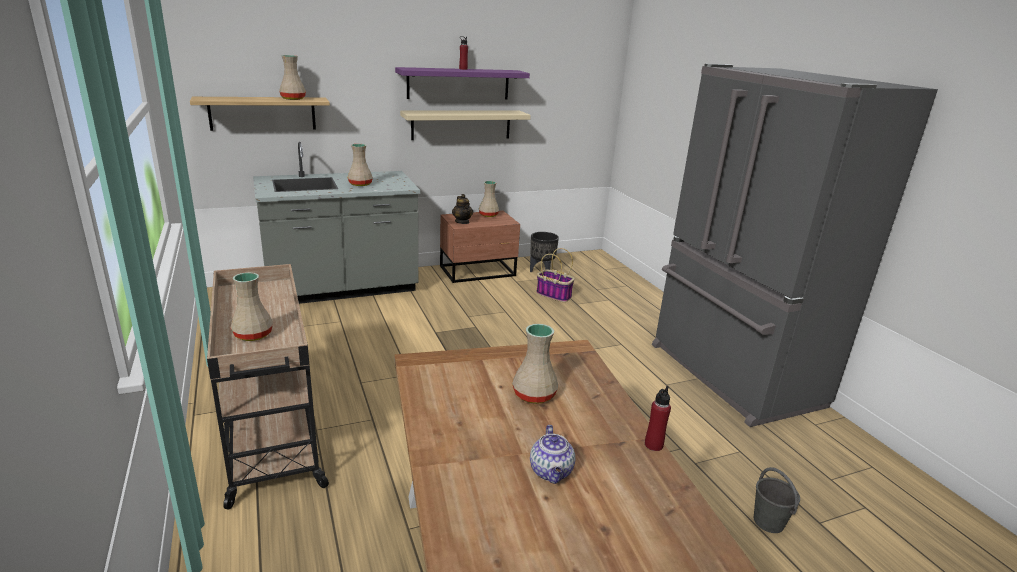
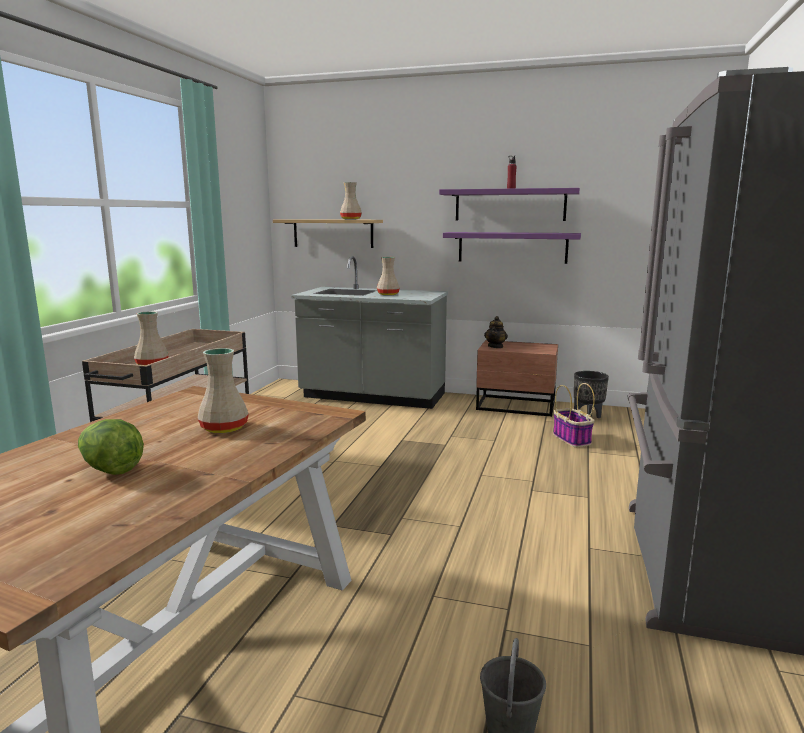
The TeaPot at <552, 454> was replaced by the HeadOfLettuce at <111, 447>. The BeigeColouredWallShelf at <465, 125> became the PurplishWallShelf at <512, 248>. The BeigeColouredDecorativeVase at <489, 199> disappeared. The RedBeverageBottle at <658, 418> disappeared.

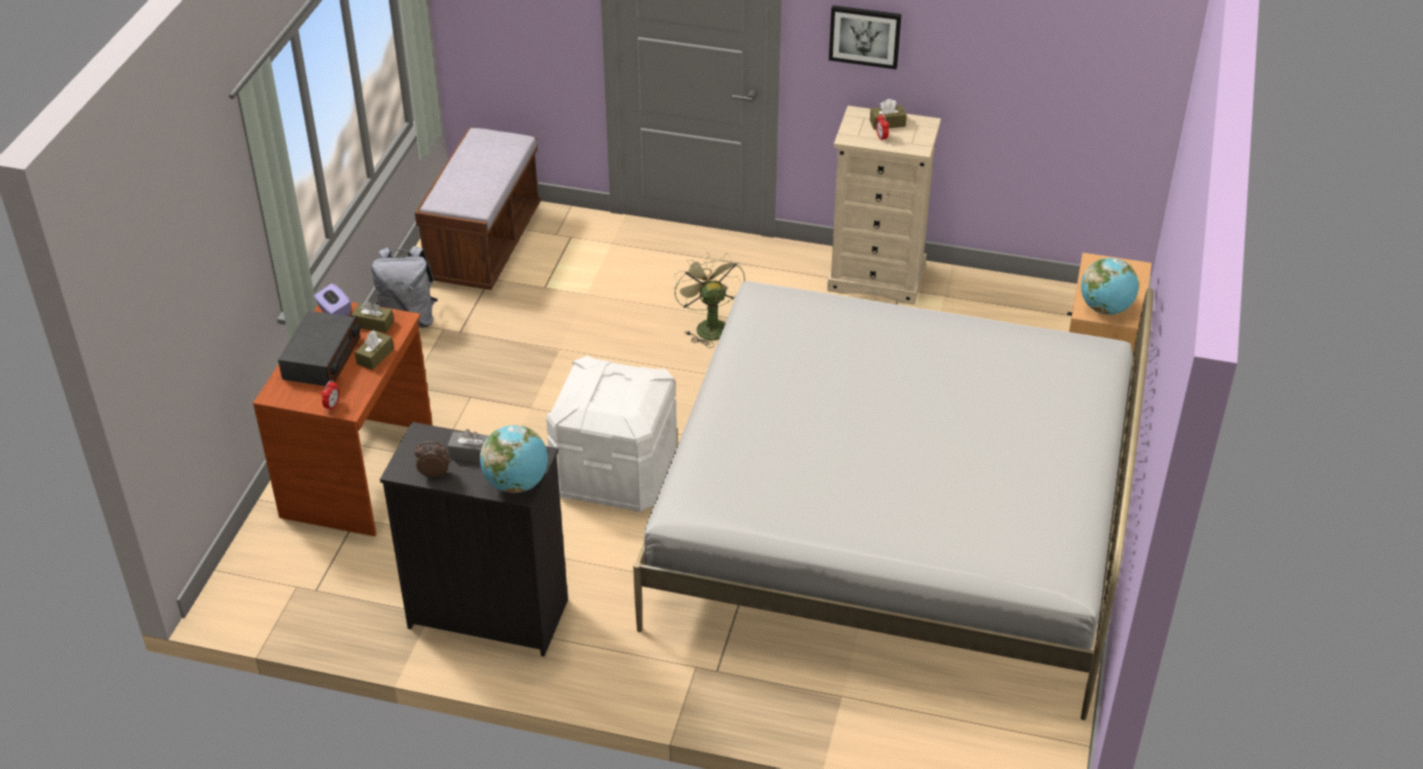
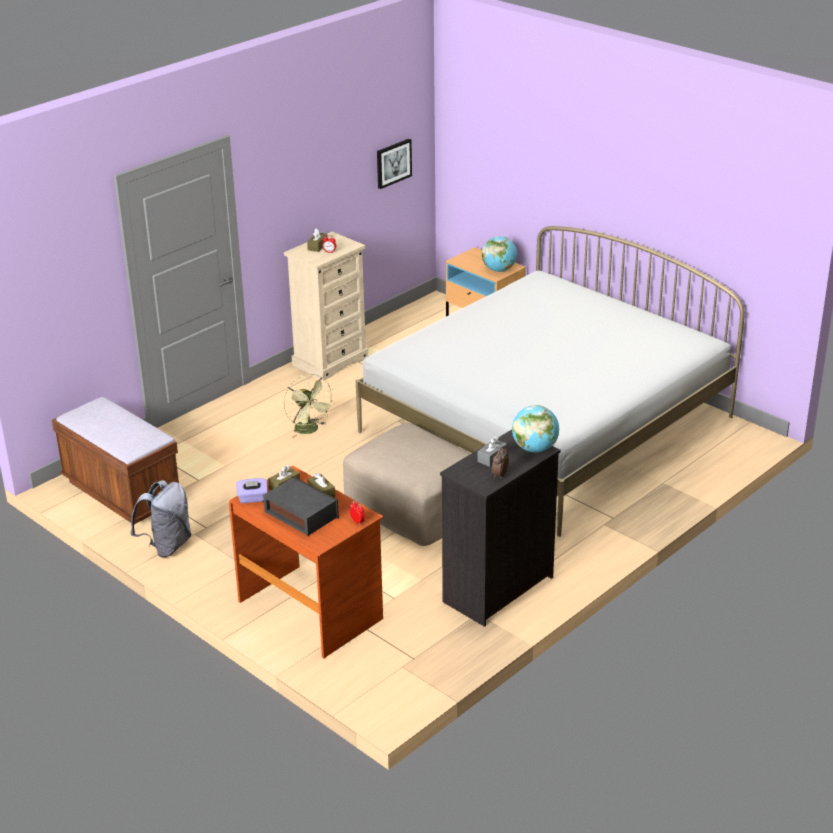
The GreenishElectricFan at <709, 300> turned 135 degrees counterclockwise. The WhiteStorageBox at <611, 434> was replaced by the BeigeColouredFootrest at <407, 484>. The Picture moved from <865, 37> to <394, 164>.

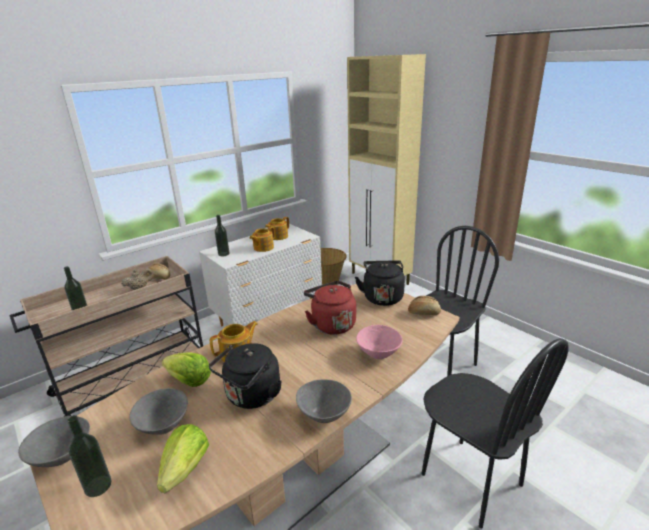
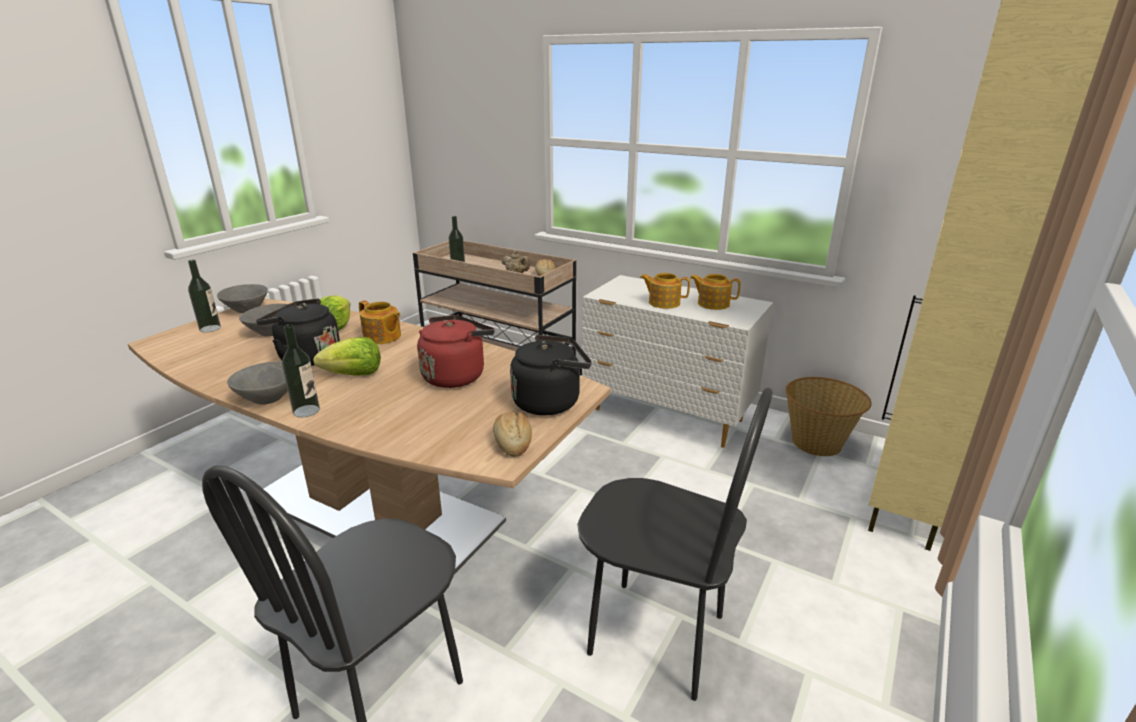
The BeverageBottle moved from <222, 235> to <301, 370>. The HeadOfLettuce moved from <183, 458> to <347, 356>. The PinkishDeepDish at <379, 342> disappeared.

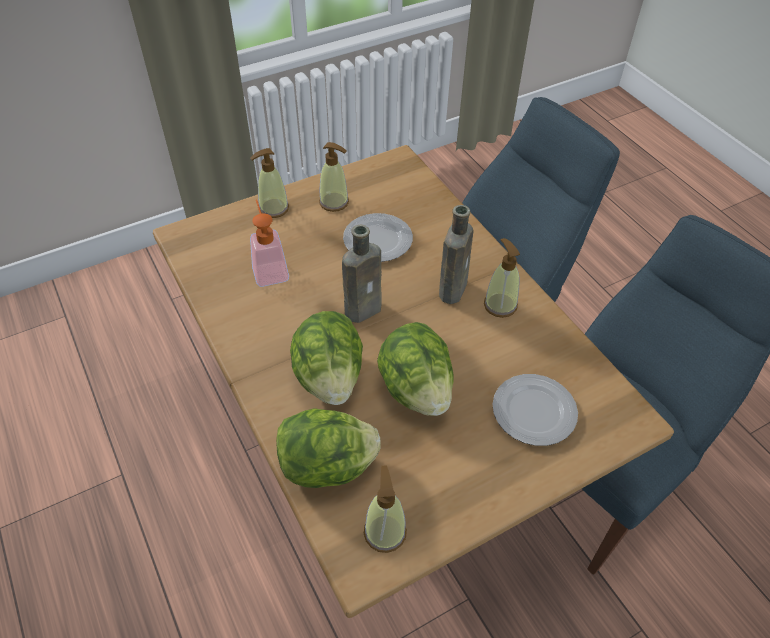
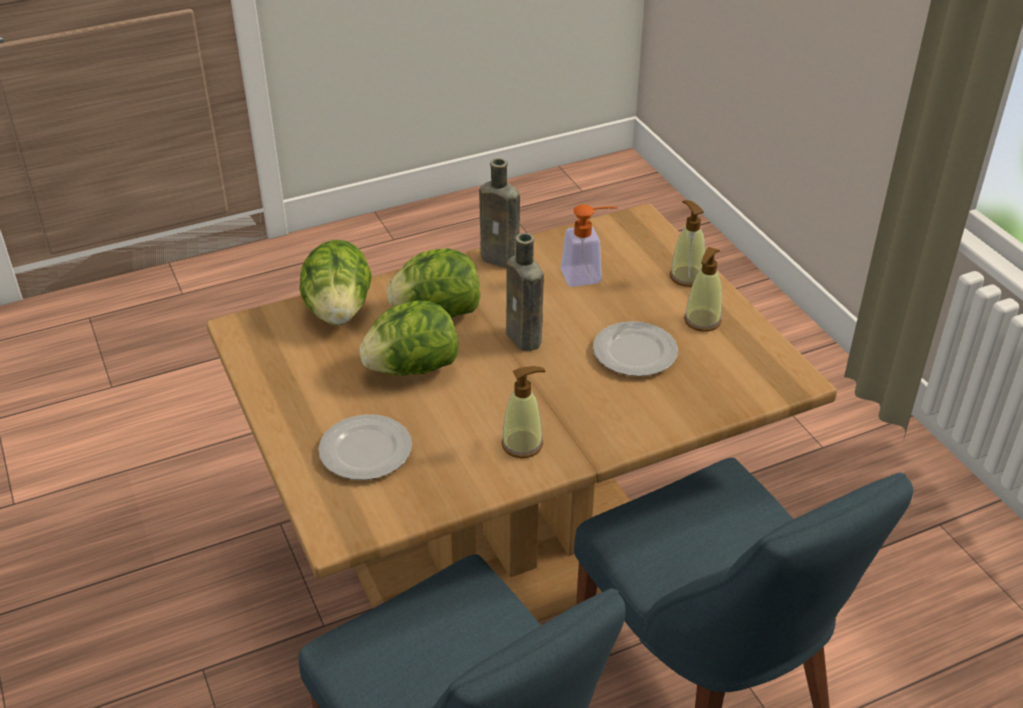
The BrownColouredBeverageBottle moved from <456, 254> to <499, 213>. The LiquidSoapBottle at <385, 509> disappeared.

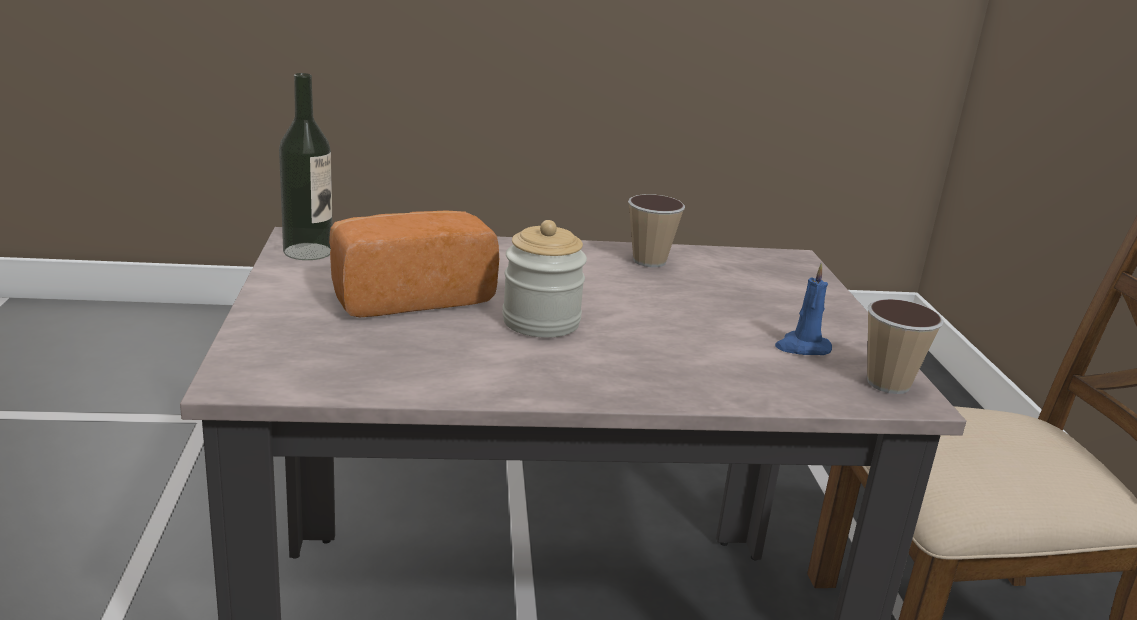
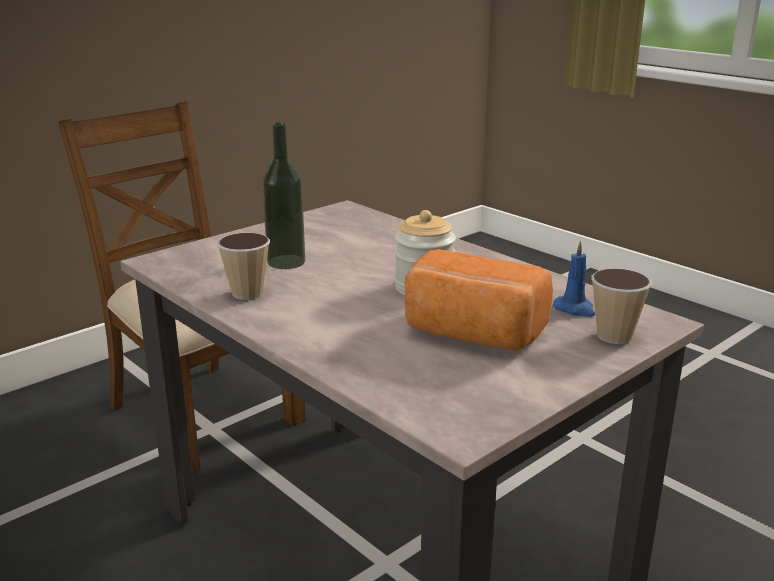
The BeverageBottle moved from <305, 166> to <283, 195>. The BlueWaxCandle moved from <803, 309> to <574, 279>. The SmallCup moved from <905, 346> to <622, 306>.

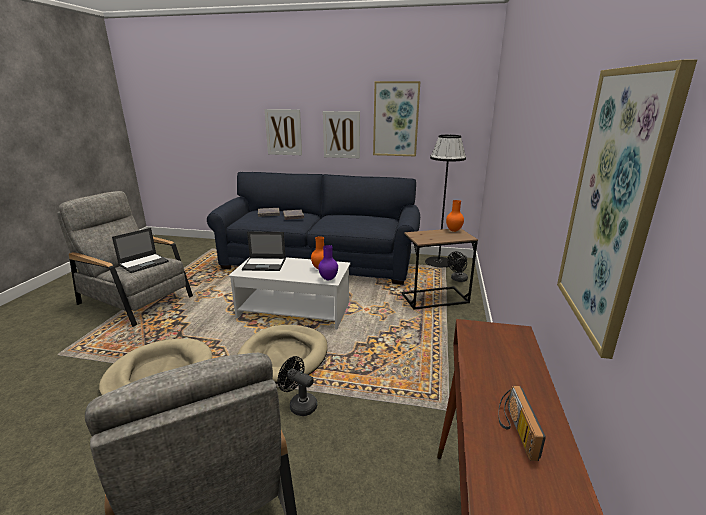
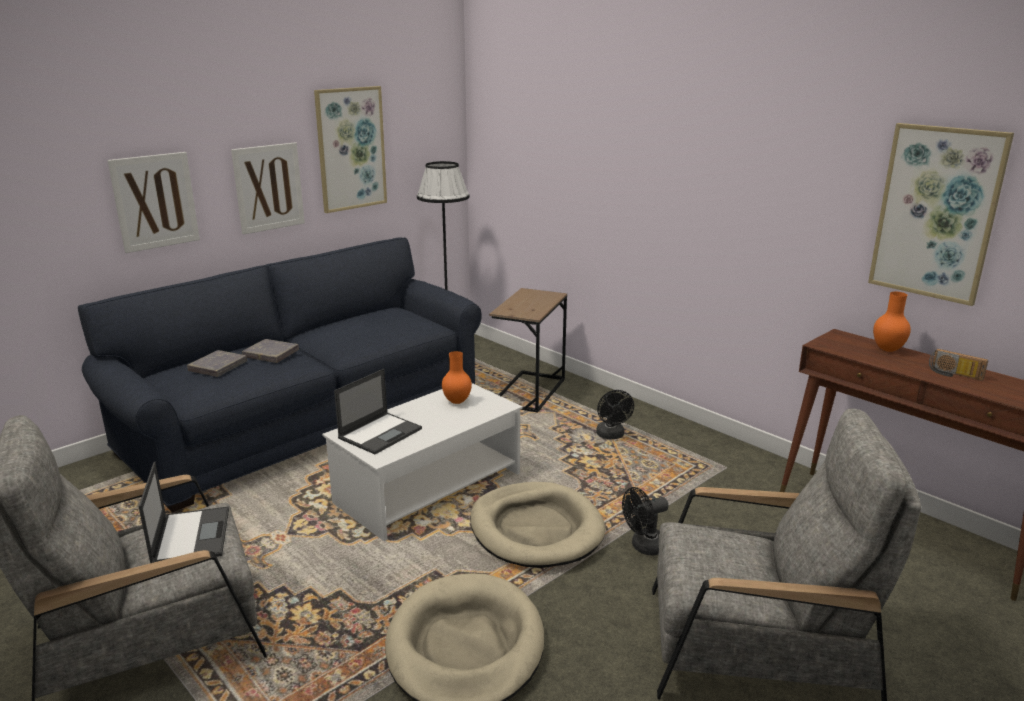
The BlackColouredElectricFan moved from <457, 267> to <615, 414>. The OrangeDecorativeVase moved from <455, 216> to <892, 322>. The PurplishDecorativeVase at <328, 262> disappeared.

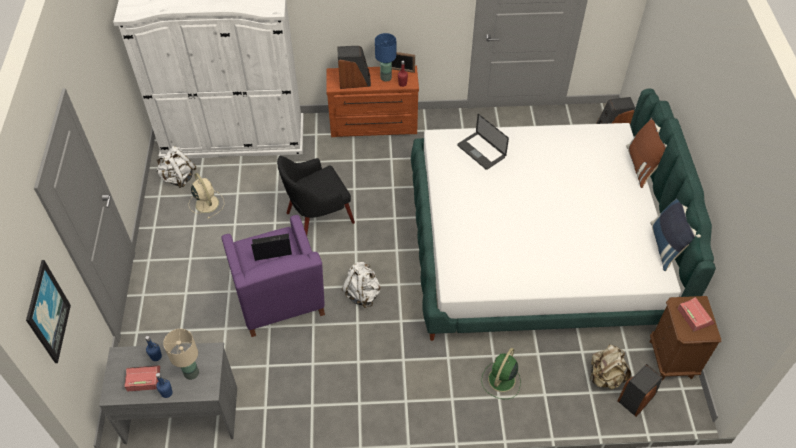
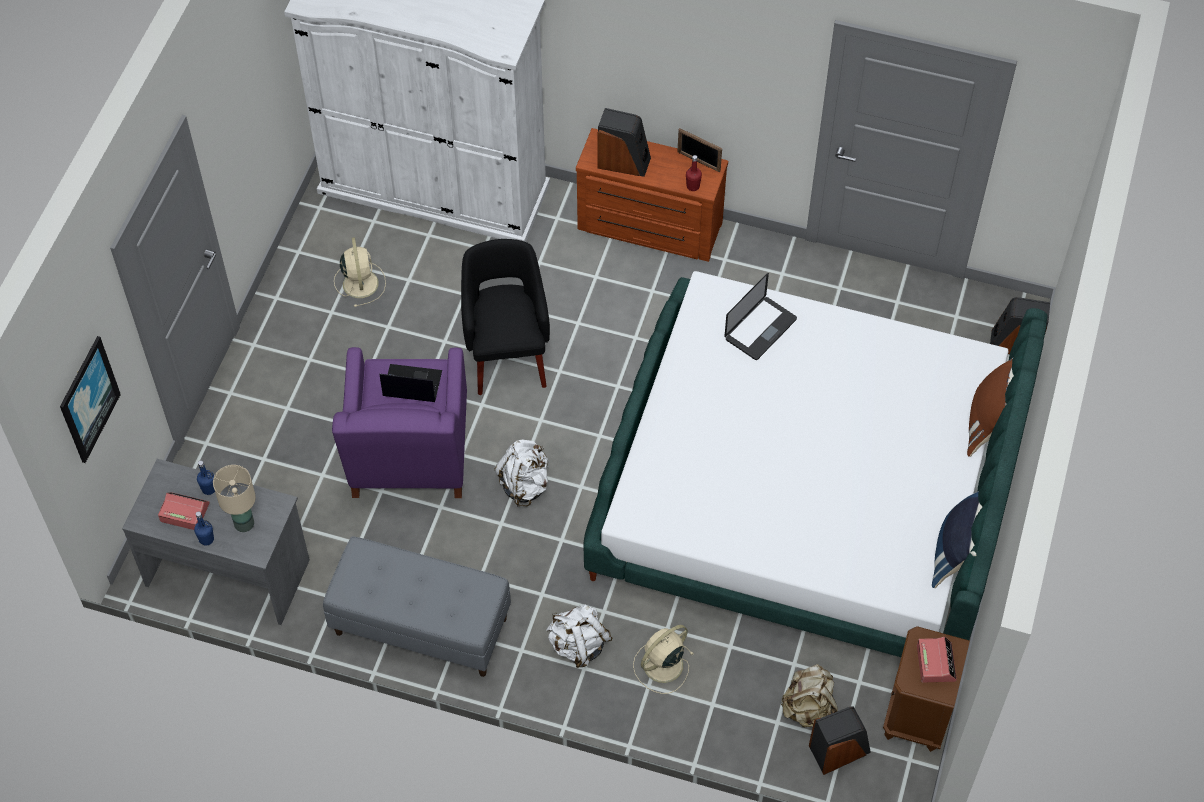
The GreyishIndoorBench at <417, 606> appeared. The BlackColouredEasyChair at <316, 195> turned 90 degrees clockwise. The WhiteBackpack moved from <176, 167> to <579, 636>. The GreenishElectricFan at <501, 373> became the BeigeColouredElectricFan at <663, 659>. The PortableComputer at <483, 142> turned 120 degrees counterclockwise. The BlueTabletopLamp at <385, 57> disappeared.

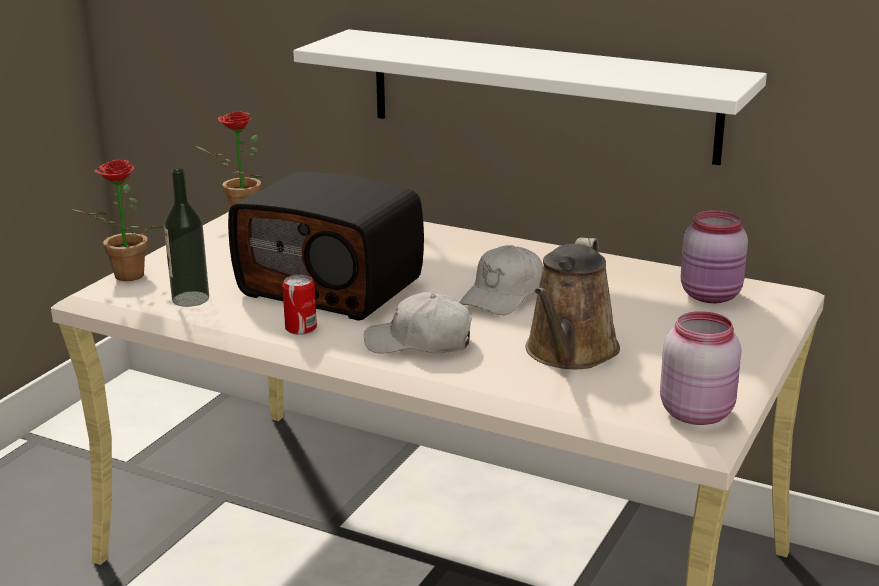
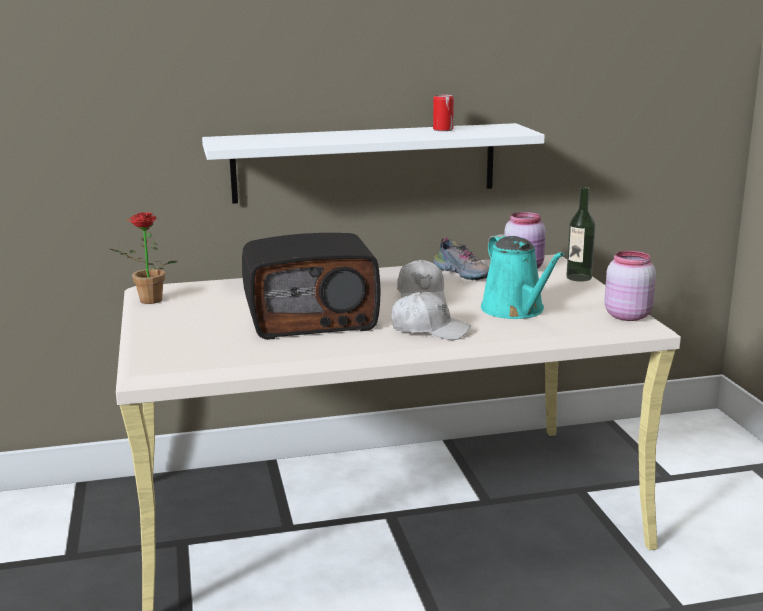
The WhiteCap at <418, 323> turned 135 degrees counterclockwise. The SealedCan moved from <299, 305> to <443, 113>. The Shoe at <461, 258> appeared. The BrownColouredWateringPot at <572, 303> became the TurquoiseColouredWateringPot at <523, 276>. The BeverageBottle moved from <186, 238> to <580, 234>. The Houseplant at <116, 220> disappeared.

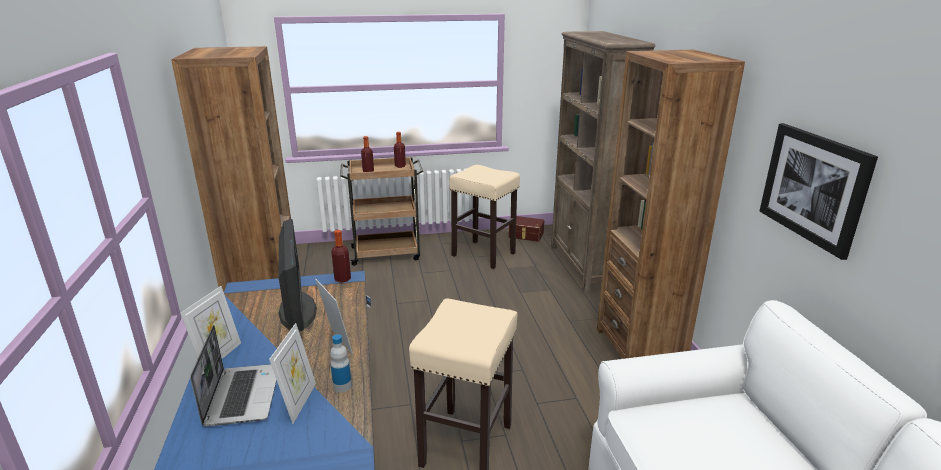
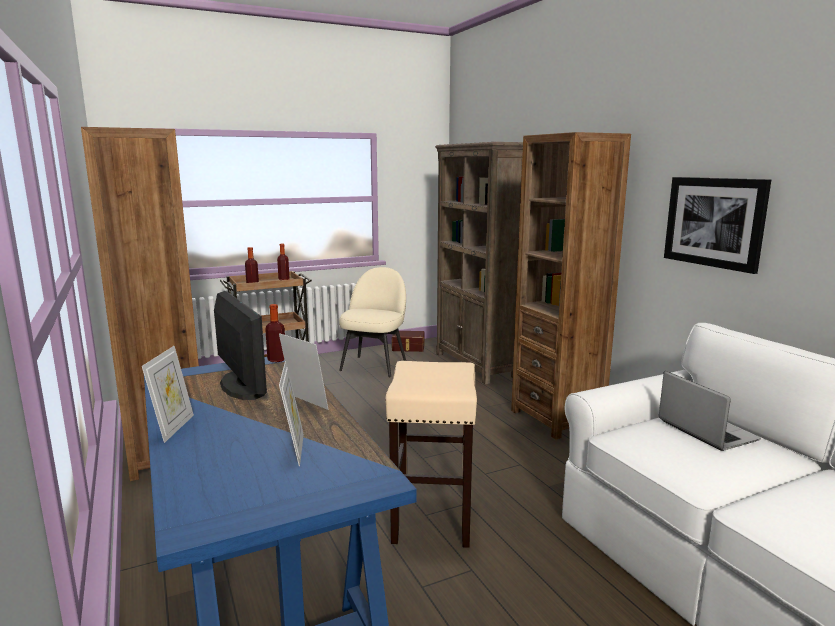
The BeigeColouredStoolSeat at <484, 217> was replaced by the BeigeColouredChair at <372, 322>. The PortableComputer moved from <233, 376> to <710, 411>. The BeverageBottle at <341, 363> disappeared.

